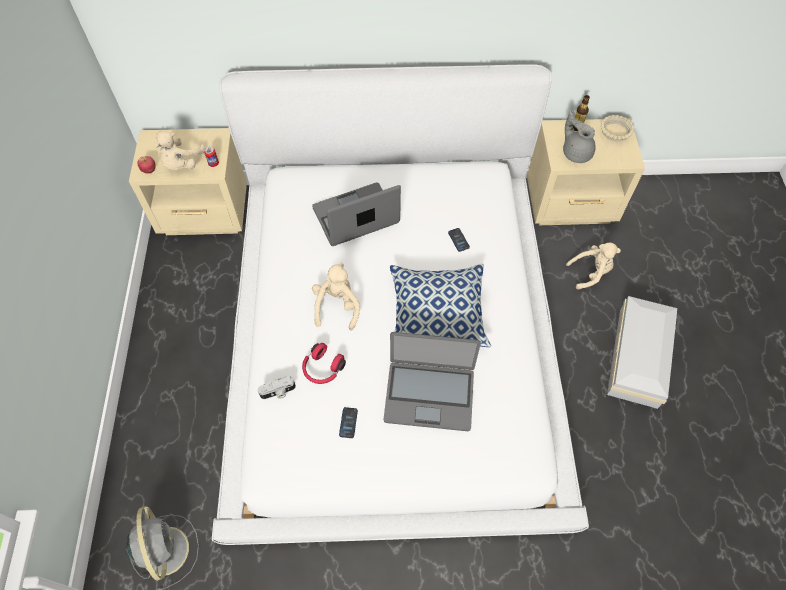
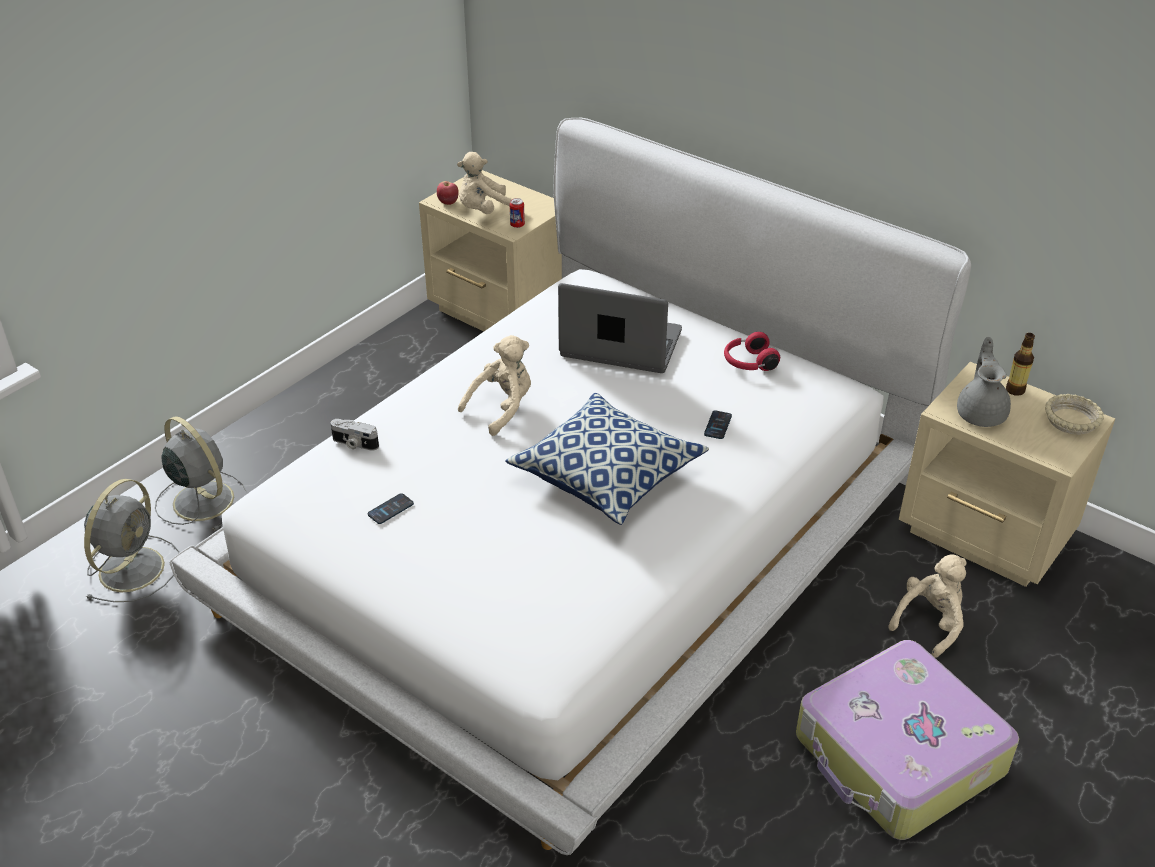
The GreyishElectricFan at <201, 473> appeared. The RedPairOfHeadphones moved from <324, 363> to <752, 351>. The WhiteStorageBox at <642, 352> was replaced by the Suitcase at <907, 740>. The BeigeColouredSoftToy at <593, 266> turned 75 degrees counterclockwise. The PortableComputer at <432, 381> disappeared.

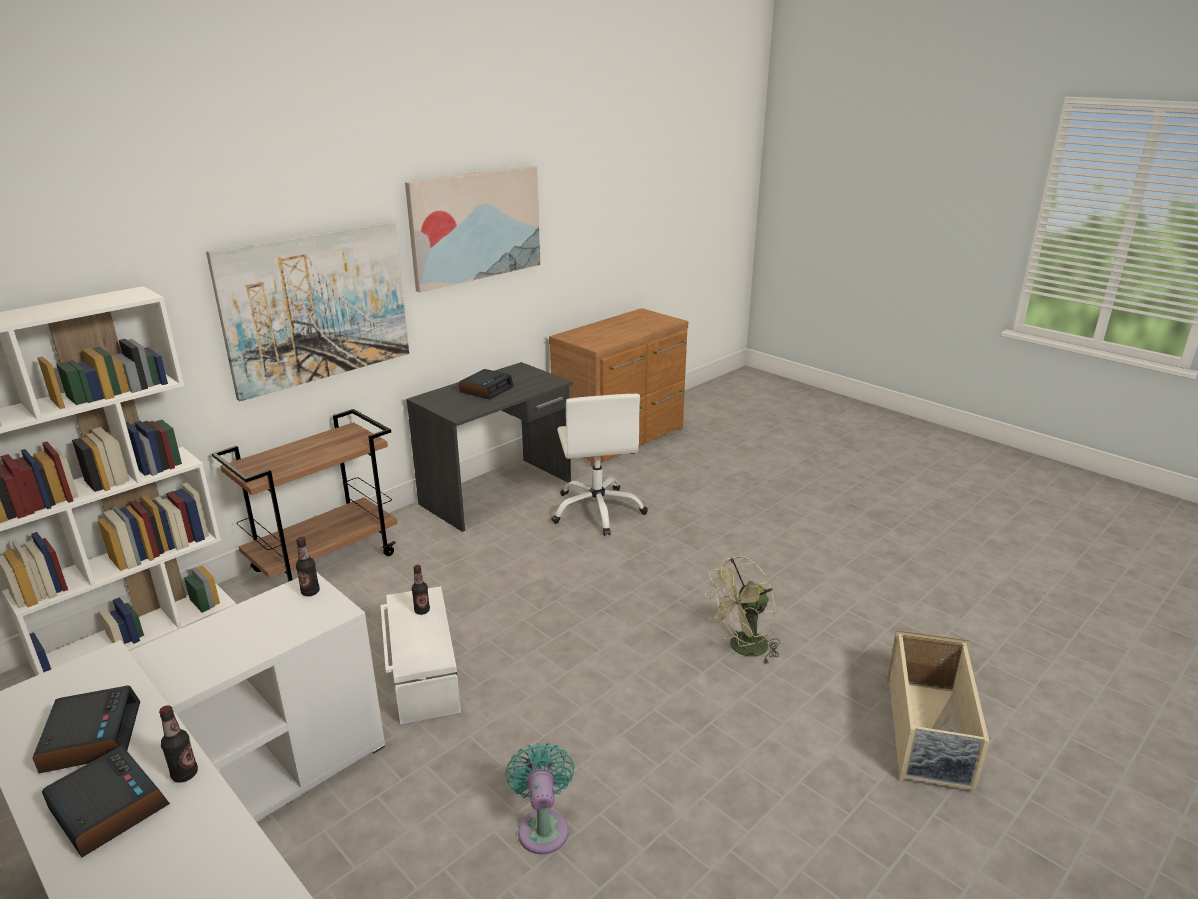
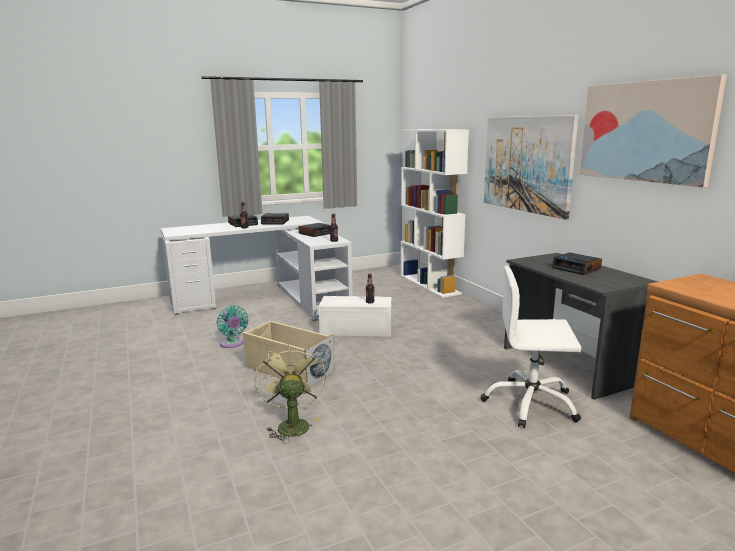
The TurquoiseColouredElectricFan at <539, 799> turned 45 degrees clockwise. The BeigeColouredStorageBox moved from <938, 712> to <289, 354>. The BedsideClock at <314, 230> appeared. The BrownColouredTrolley at <305, 495> disappeared.

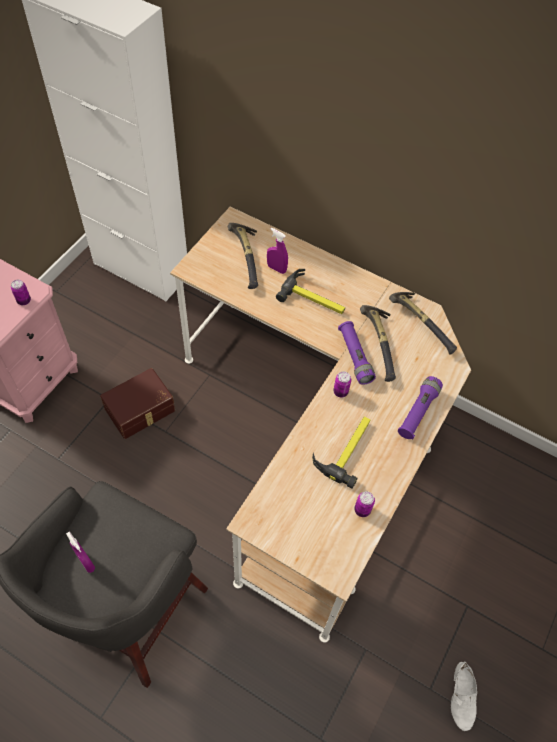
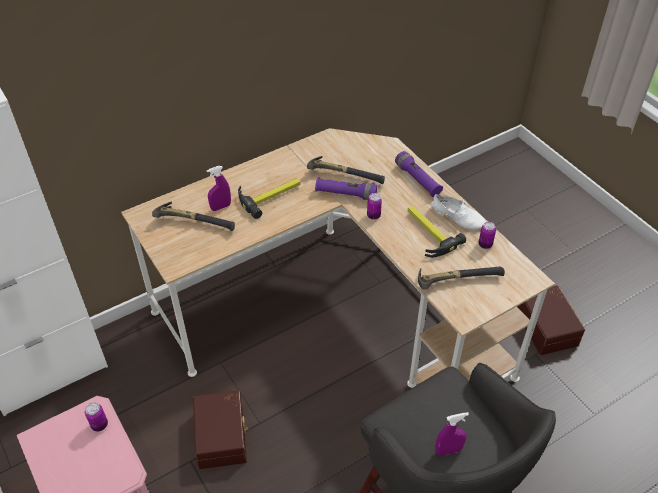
The Hammer moved from <423, 323> to <461, 277>. The WhiteShoe moved from <464, 696> to <458, 212>. The BrownColouredStorageBox at <551, 320> appeared.

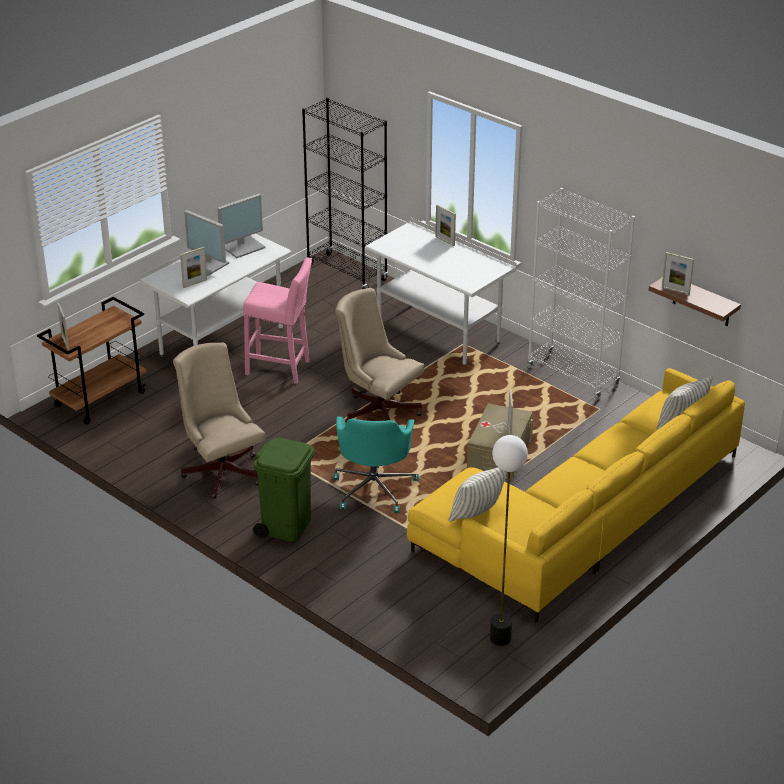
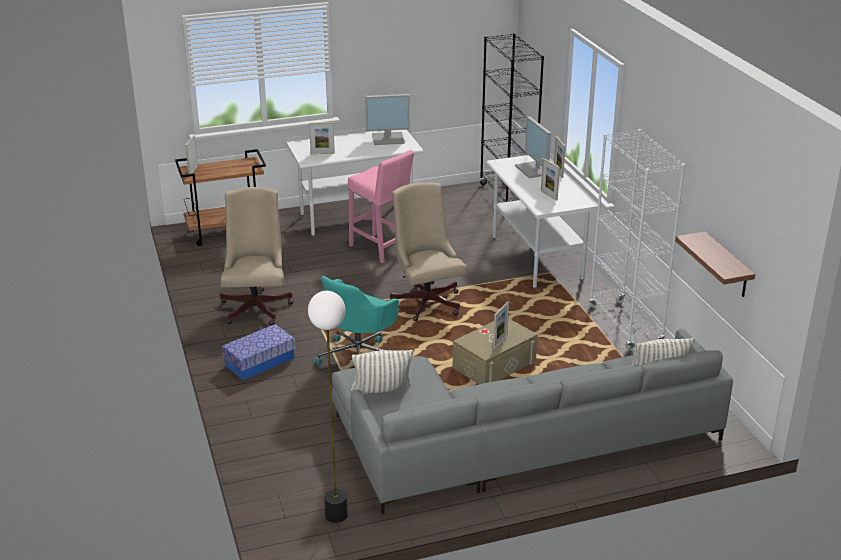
The GreenishWasteBin at <284, 490> was replaced by the StorageBox at <258, 352>. The YellowColouredCouch at <576, 495> became the GreyishCouch at <532, 422>. The ComputerScreen moved from <206, 243> to <533, 147>. The PhotoFrame moved from <678, 273> to <550, 179>.

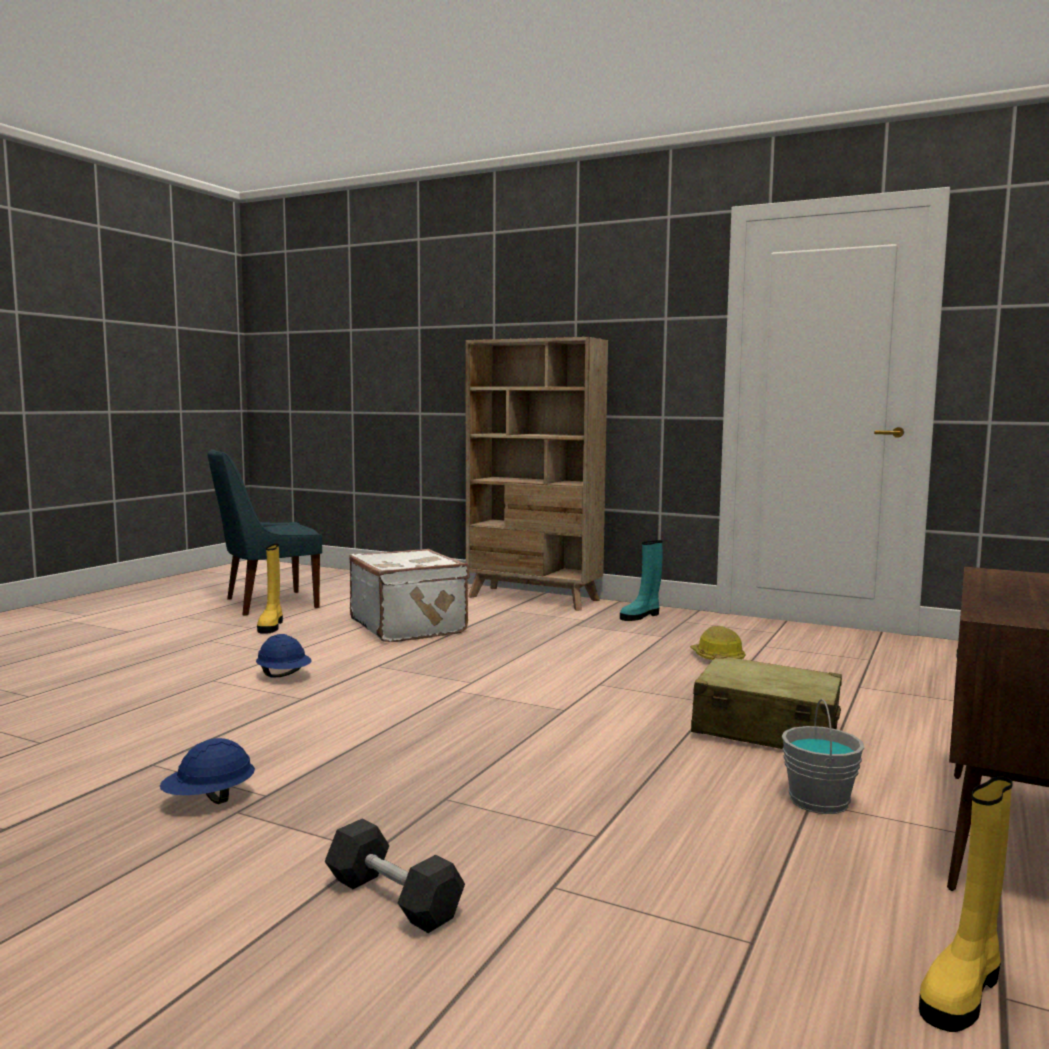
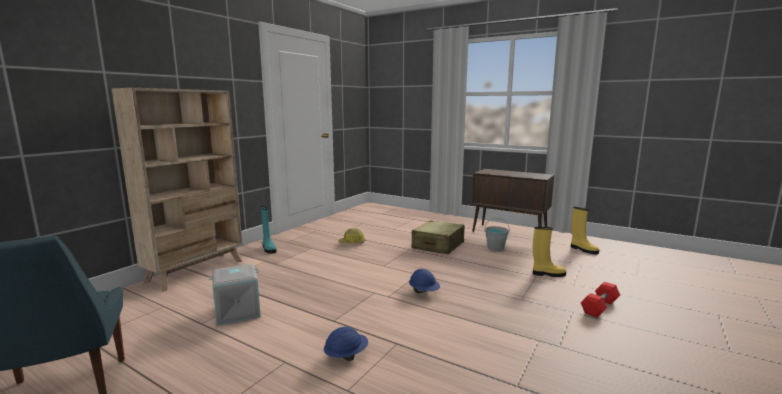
The WhiteSuitcase at <409, 595> was replaced by the GreyishStorageBox at <235, 295>. The BlueHardHat moved from <207, 771> to <424, 281>. The YellowColouredHighTopBoot moved from <270, 589> to <549, 252>. The GreyishHandWeight at <395, 876> became the RedHandWeight at <600, 300>.

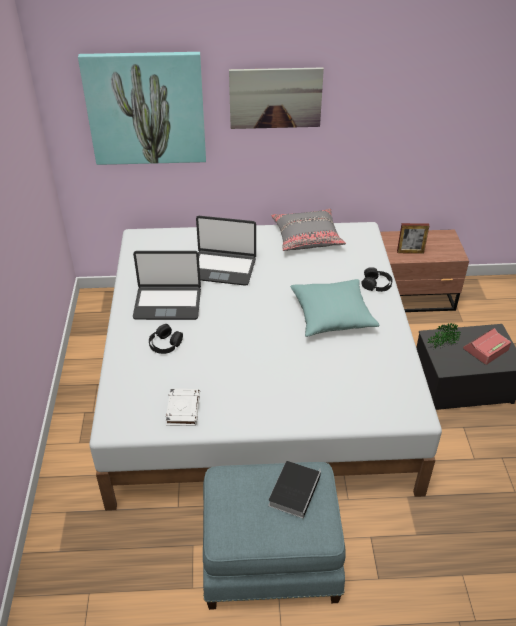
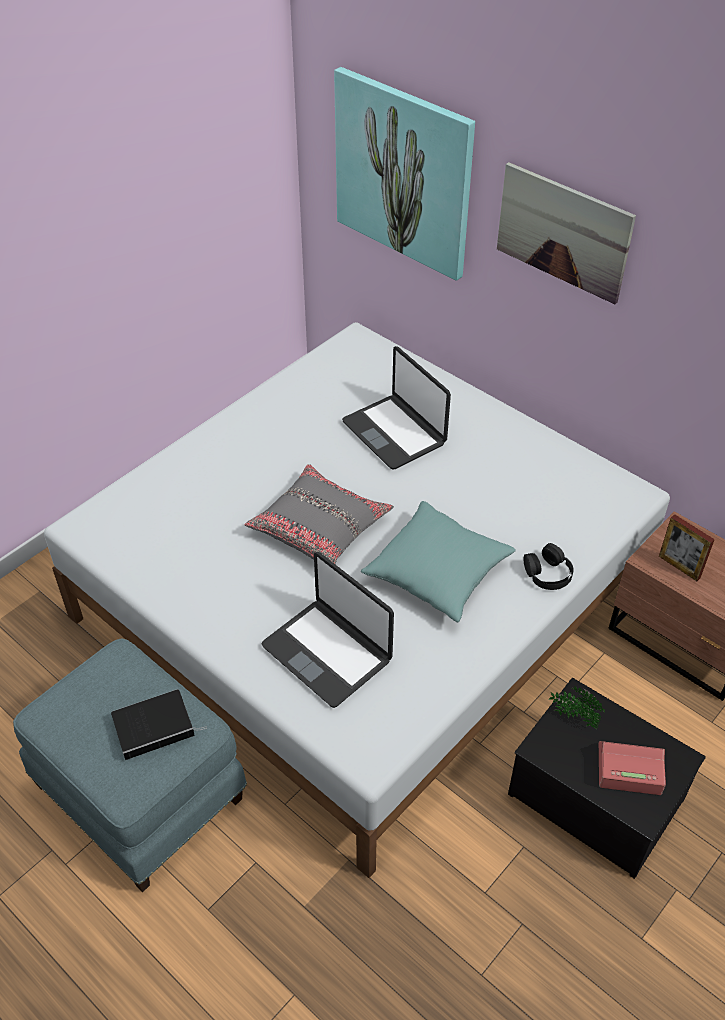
The GreyishPillow moved from <308, 230> to <319, 514>. The PortableComputer moved from <167, 285> to <327, 630>. The BlackColouredPairOfHeadphones at <166, 339> disappeared. The WhiteBoundBook at <183, 407> disappeared.

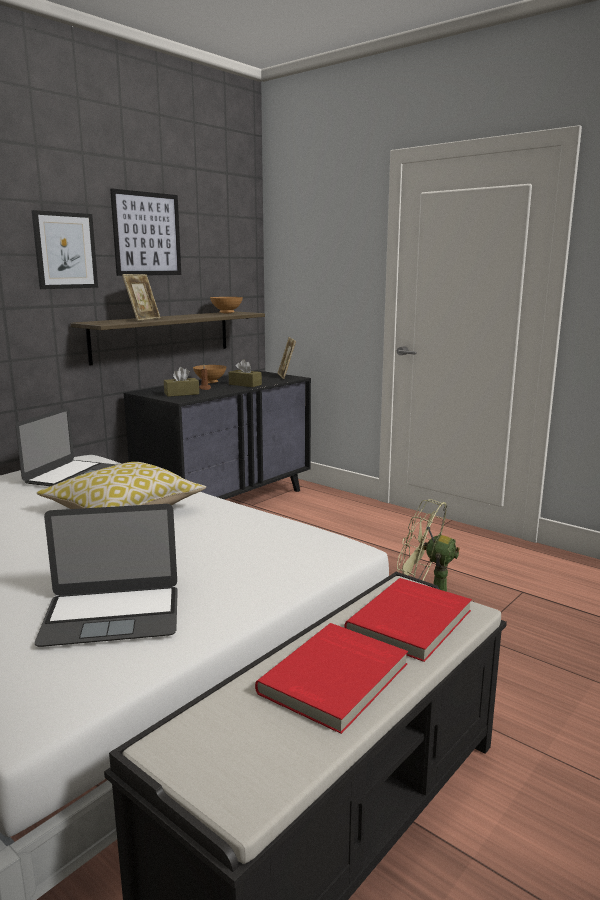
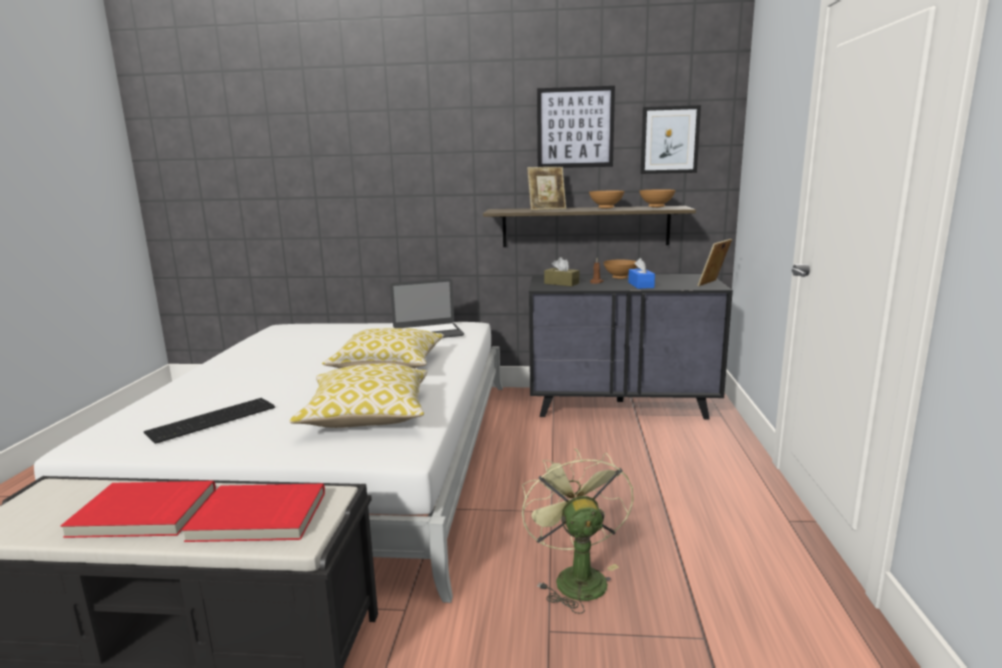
The PortableComputer at <106, 575> was replaced by the Keyboard at <209, 421>. The Pillow at <358, 395> appeared. The BrownColouredDeepDish at <607, 200> appeared. The BrownColouredTissueHolder at <245, 373> became the BlueTissueHolder at <641, 273>. The Picture moved from <65, 249> to <671, 139>.

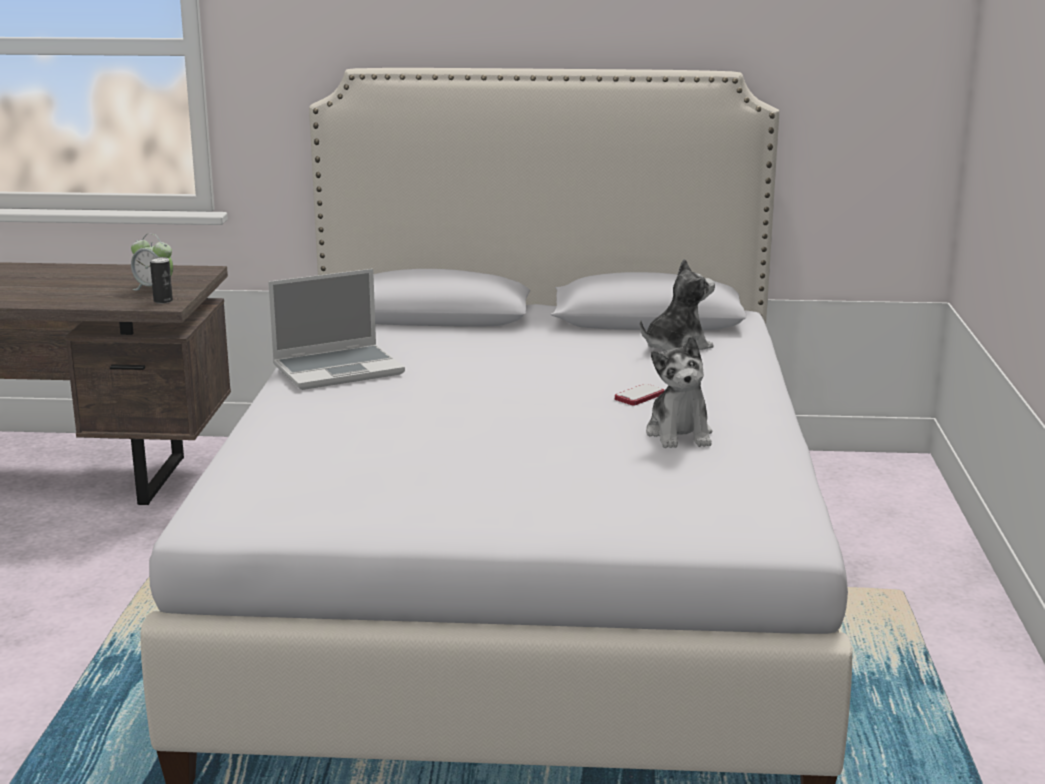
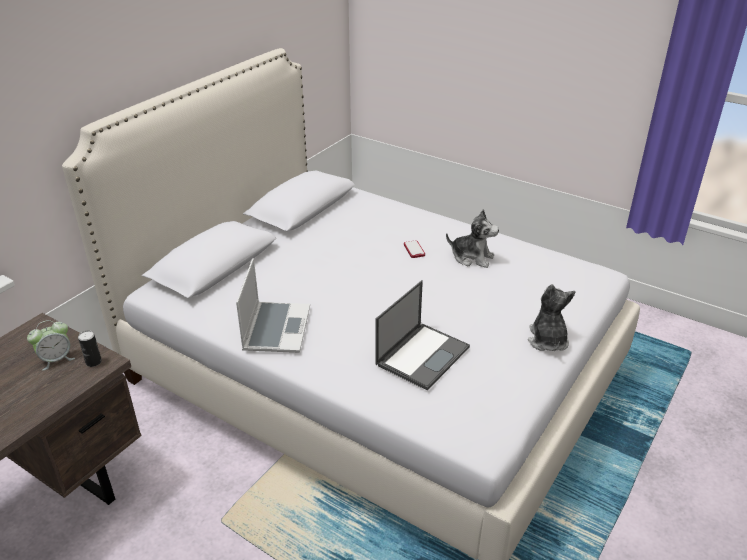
The PortableComputer at <423, 335> appeared. The SoftToy moved from <677, 306> to <552, 317>.

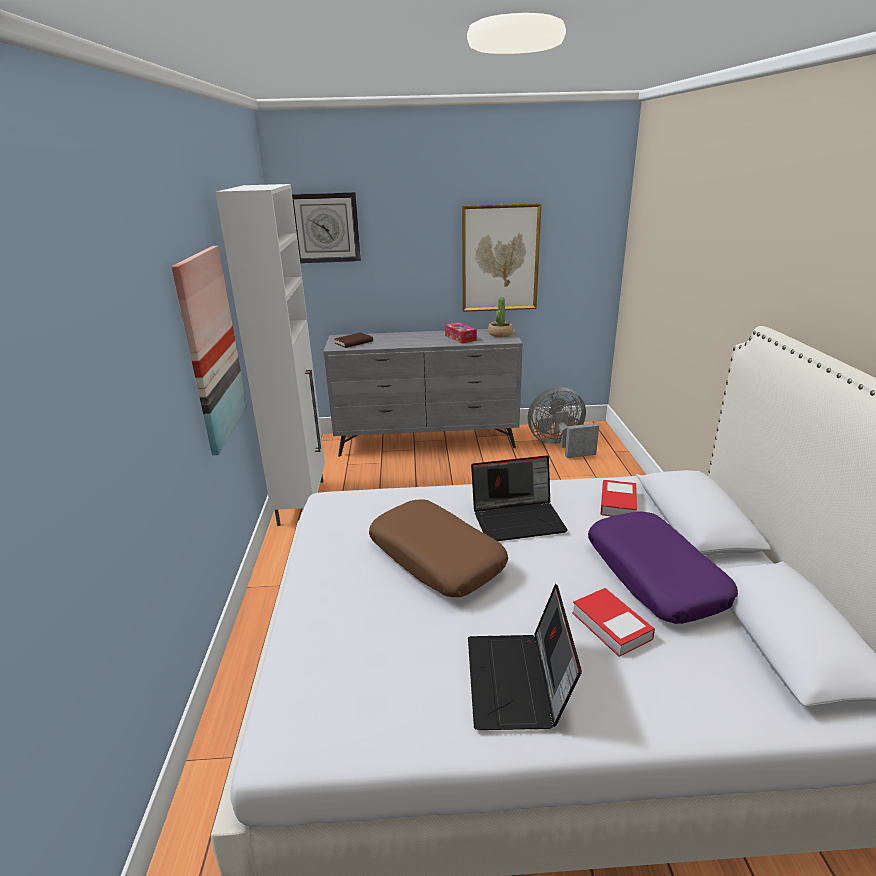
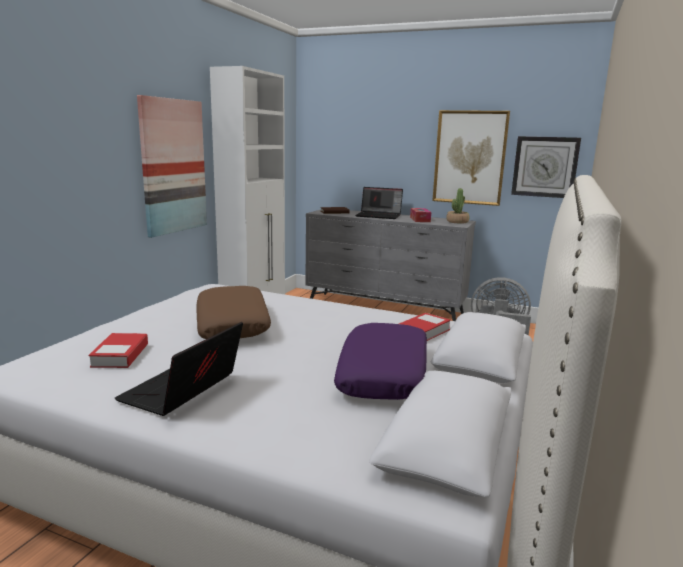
The BoundBook moved from <613, 622> to <118, 350>. The PortableComputer moved from <519, 498> to <379, 203>. The WallClock moved from <326, 227> to <546, 167>.

